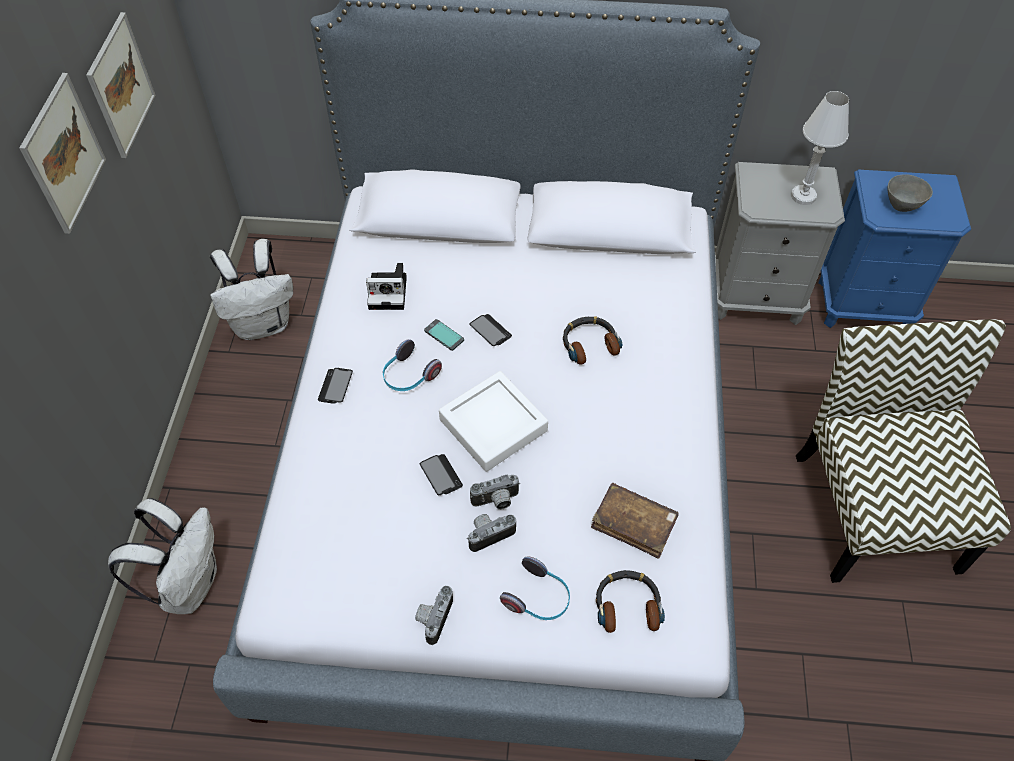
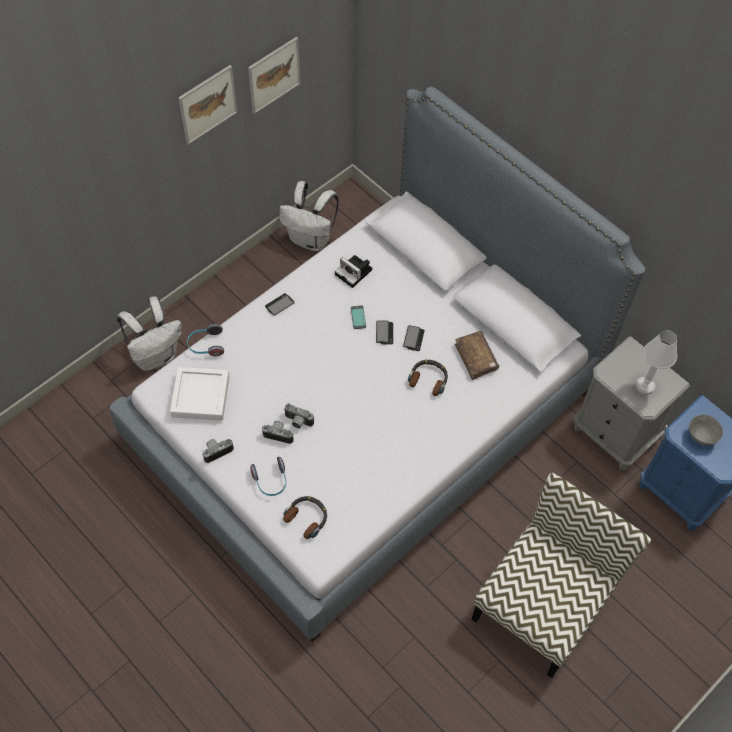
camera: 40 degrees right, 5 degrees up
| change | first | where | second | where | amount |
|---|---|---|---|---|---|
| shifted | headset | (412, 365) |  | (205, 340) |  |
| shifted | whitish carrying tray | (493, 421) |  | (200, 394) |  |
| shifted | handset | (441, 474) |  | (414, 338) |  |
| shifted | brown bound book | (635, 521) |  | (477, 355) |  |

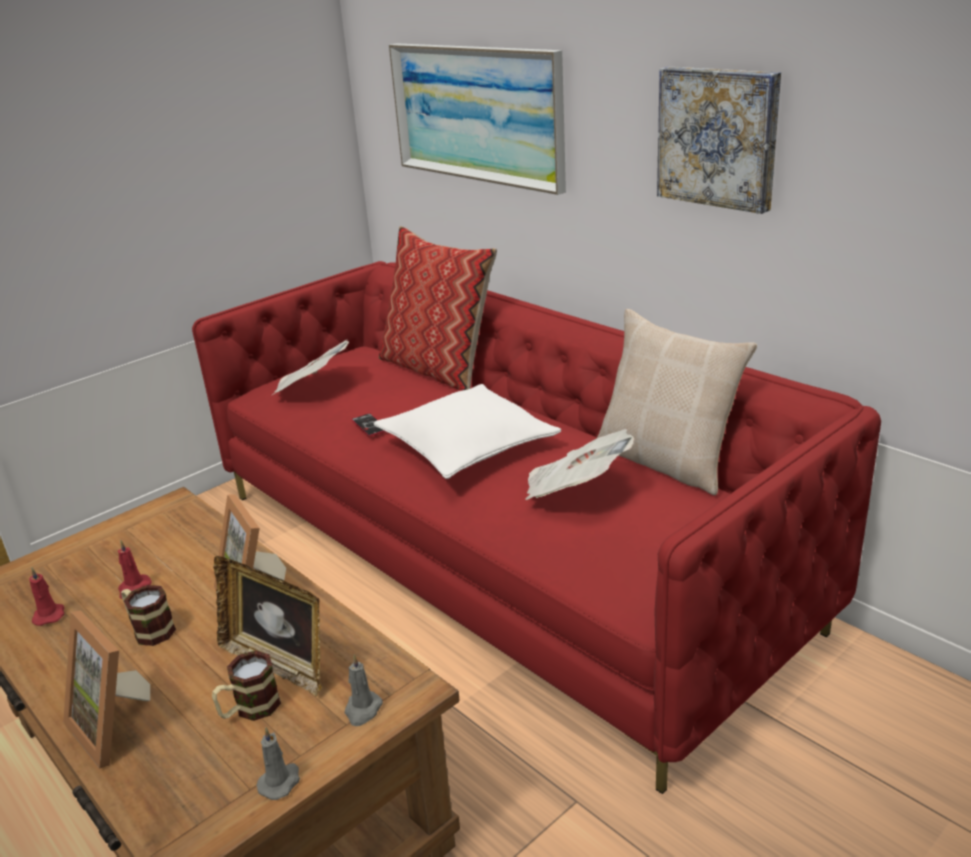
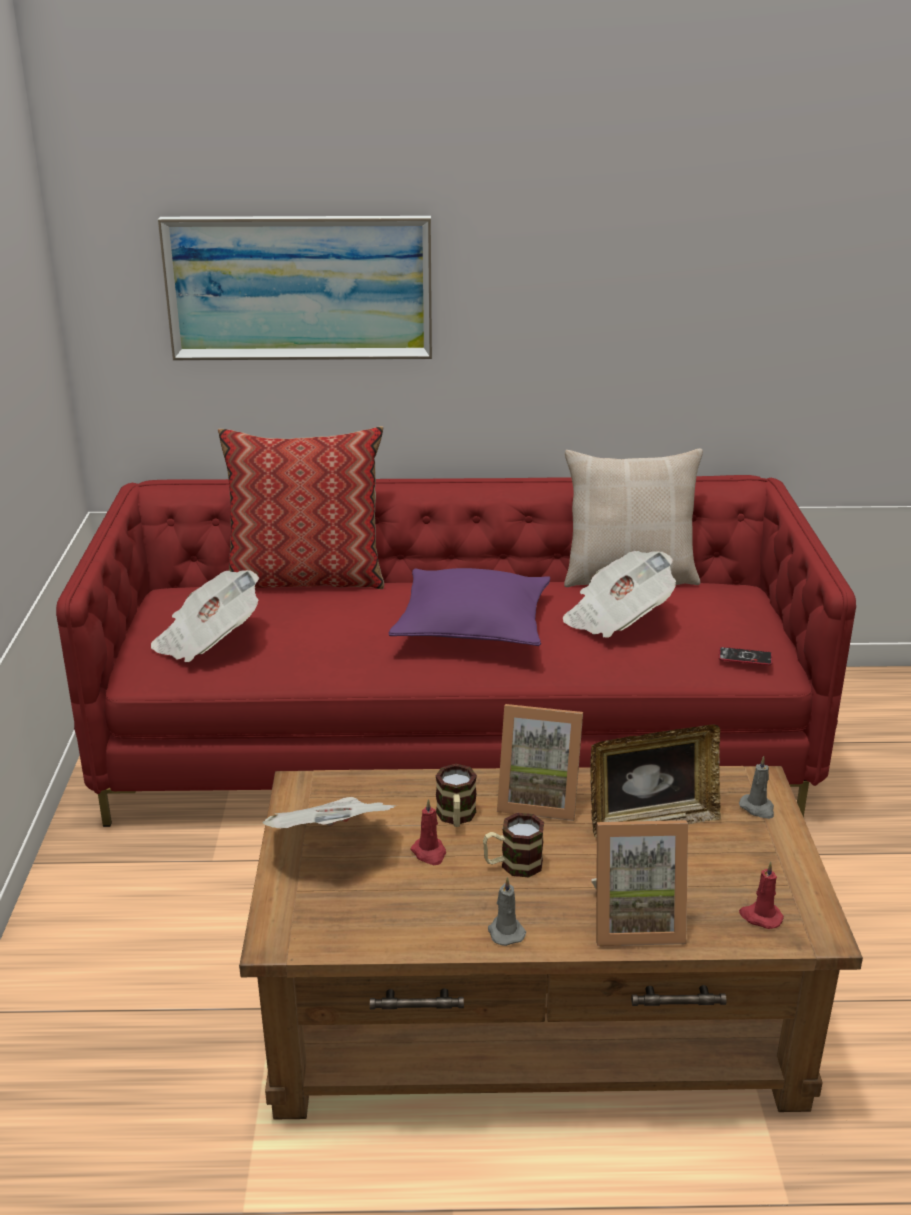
camera: 50 degrees left, 0 degrees up
| change | first | where | second | where | amount |
|---|---|---|---|---|---|
| gone | wall art | (719, 140) |  |  |  |
| repainted | whitish cushion | (467, 431) | purple-coloured cushion | (469, 607) |  |
| shifted | handset | (368, 425) |  | (745, 656) |  |
| shifted | red wax candle | (46, 597) |  | (761, 895) |  |
| shifted | tea mug | (246, 685) |  | (456, 795) |  |
| shifted | grey wax candle | (278, 763) |  | (507, 911) |  |
| new |  |  | printed paper | (329, 812) |  |

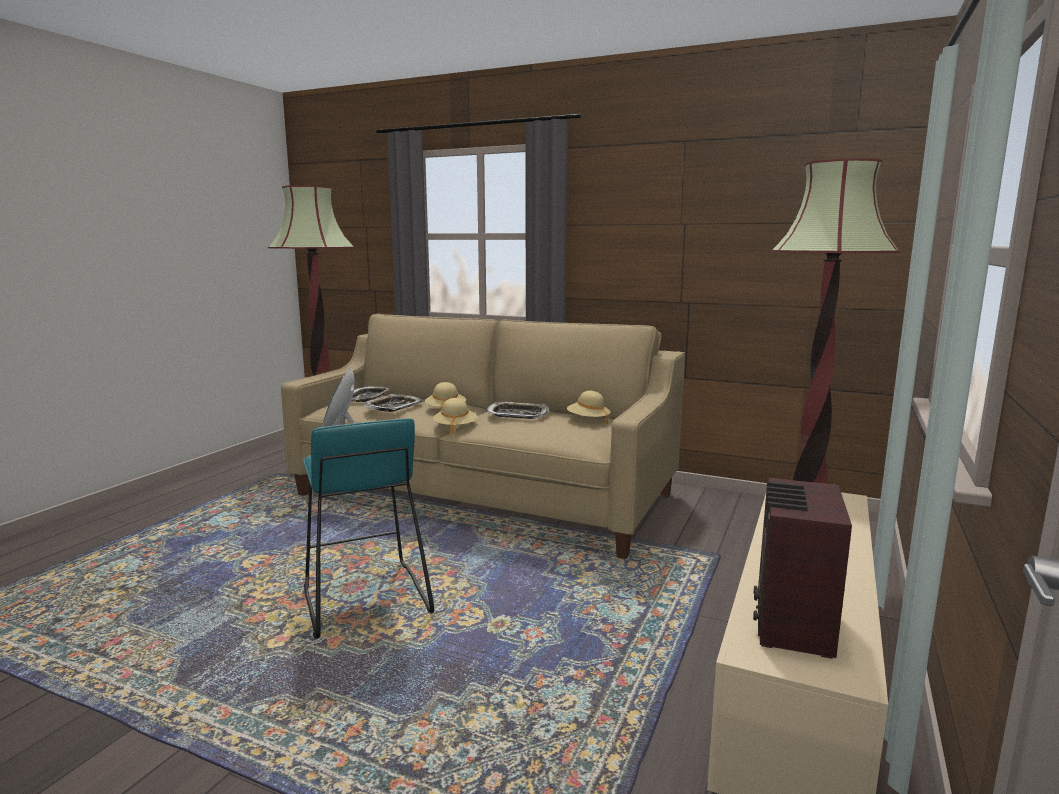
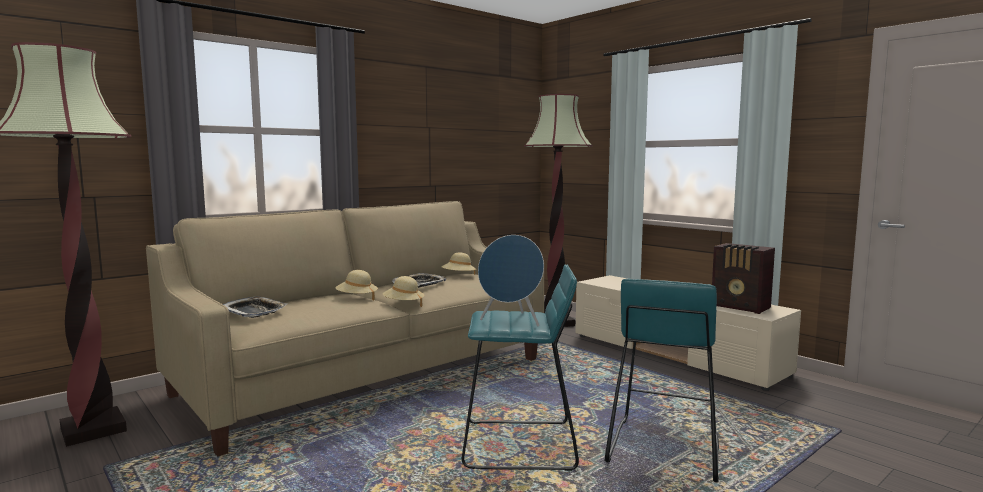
camera: 65 degrees left, 5 degrees down
| change | first | where | second | where | amount |
|---|---|---|---|---|---|
| gone | carrying tray | (393, 403) |  |  |  |
| new |  |  | turquoise sitting stool | (661, 380) |  |

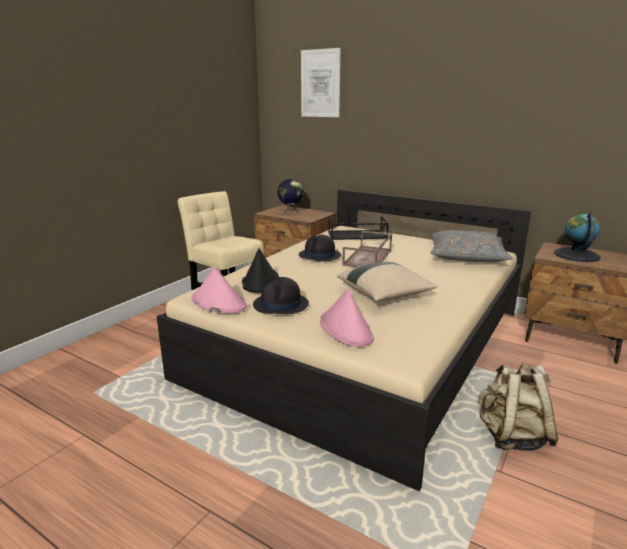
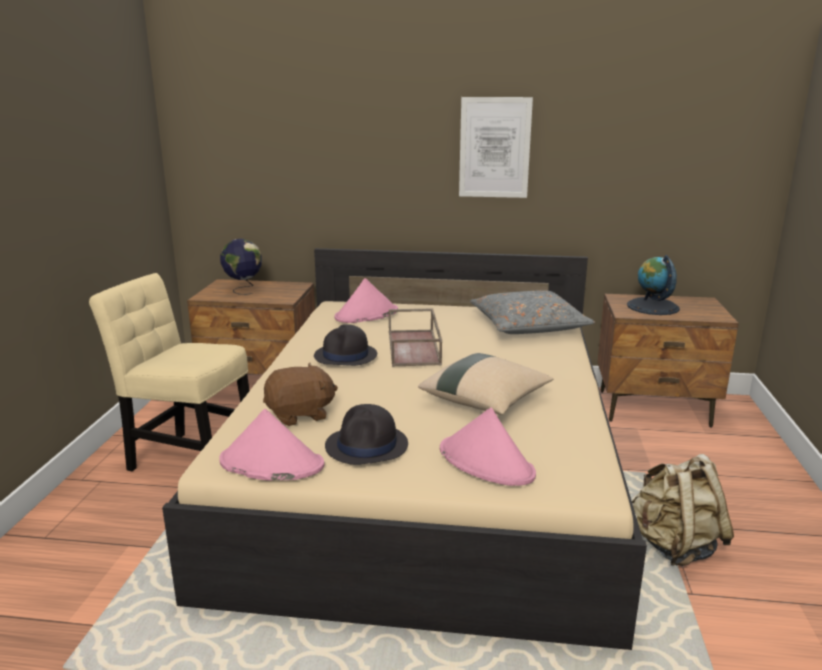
camera: 25 degrees left, 0 degrees up
| change | first | where | second | where | amount |
|---|---|---|---|---|---|
| shifted | wall art | (321, 82) |  | (496, 147) |  |
| swapped | black-coloured carrying tray | (358, 228) | pink-coloured clothing hat | (366, 300) |  |
| swapped | black-coloured clothing hat | (260, 270) | brown plush toy | (300, 394) |  |

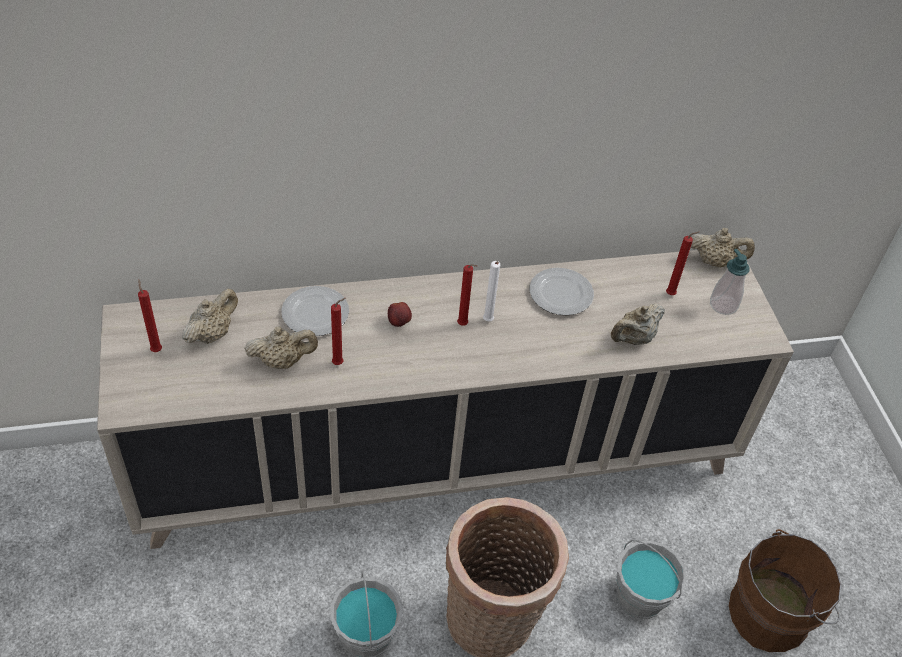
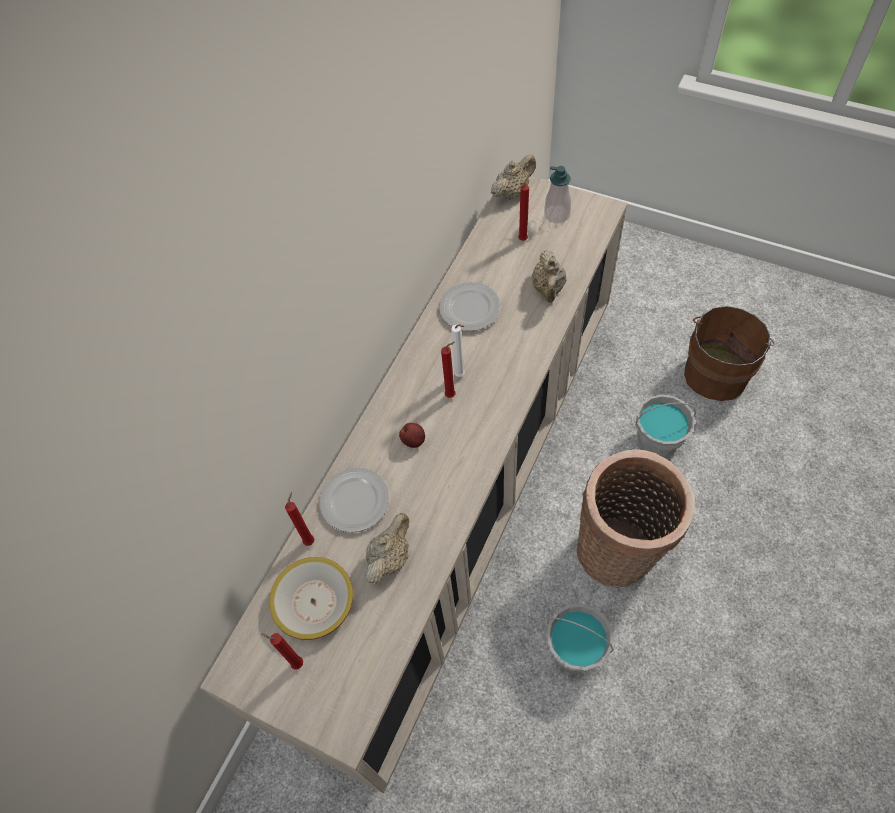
camera: 45 degrees left, 10 degrees up
| change | first | where | second | where | amount |
|---|---|---|---|---|---|
| swapped | sand-coloured teapot | (210, 316) | deep dish | (311, 598) |  |
| shifted | red wax candle | (338, 331) |  | (299, 519) |  |

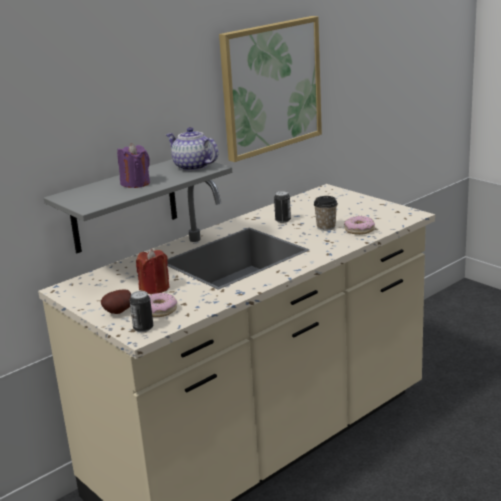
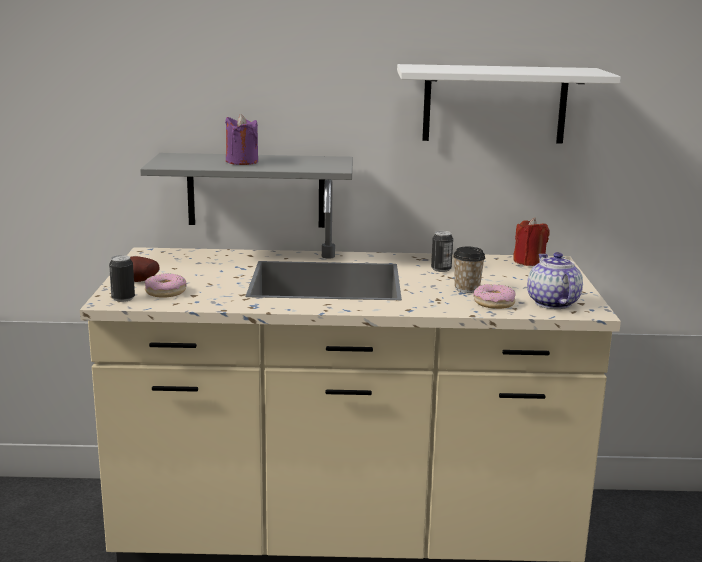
camera: 40 degrees right, 5 degrees down
| change | first | where | second | where | amount |
|---|---|---|---|---|---|
| swapped | wall art | (270, 89) | whitish shelf | (509, 104) |  |
| shifted | teapot | (192, 149) |  | (555, 280) |  |
| shifted | red wax candle | (152, 271) |  | (531, 242) |  |

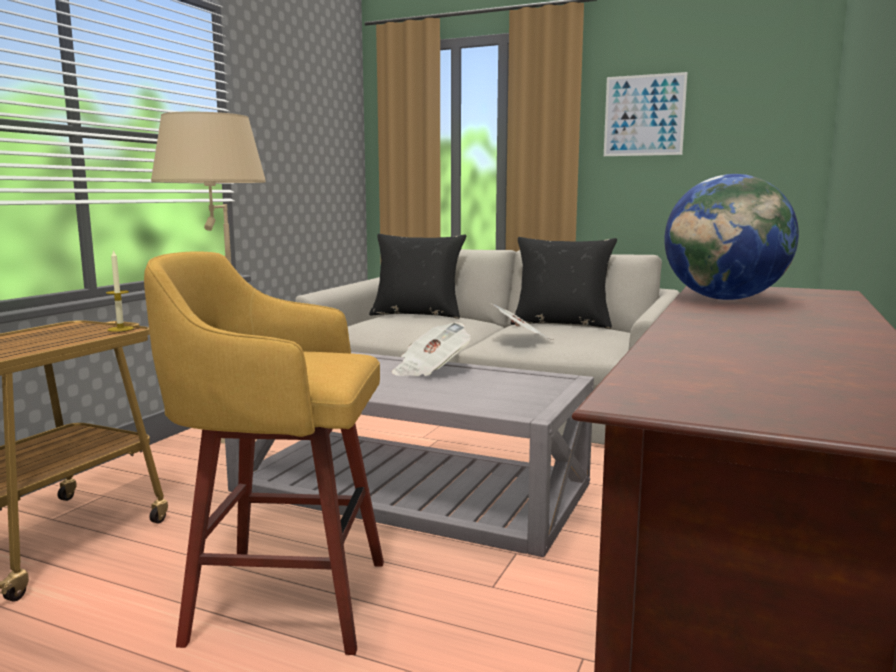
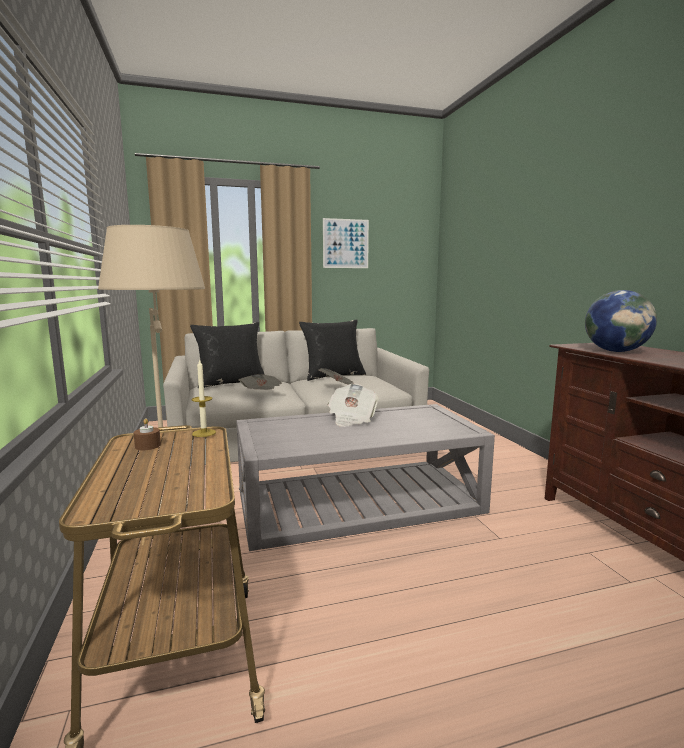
camera: 40 degrees left, 0 degrees up
| change | first | where | second | where | amount |
|---|---|---|---|---|---|
| gone | yellowish sitting stool | (264, 453) |  |  |  |
| new |  |  | printed paper | (260, 382) |  |
| new |  |  | brown wax candle | (147, 434) |  |

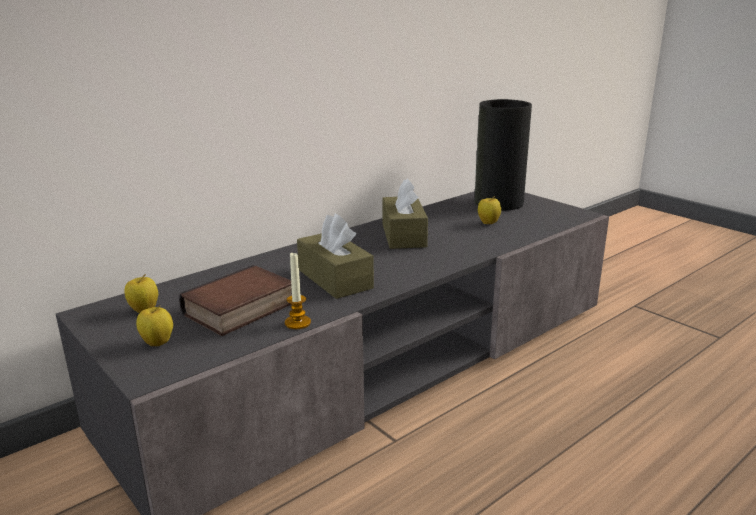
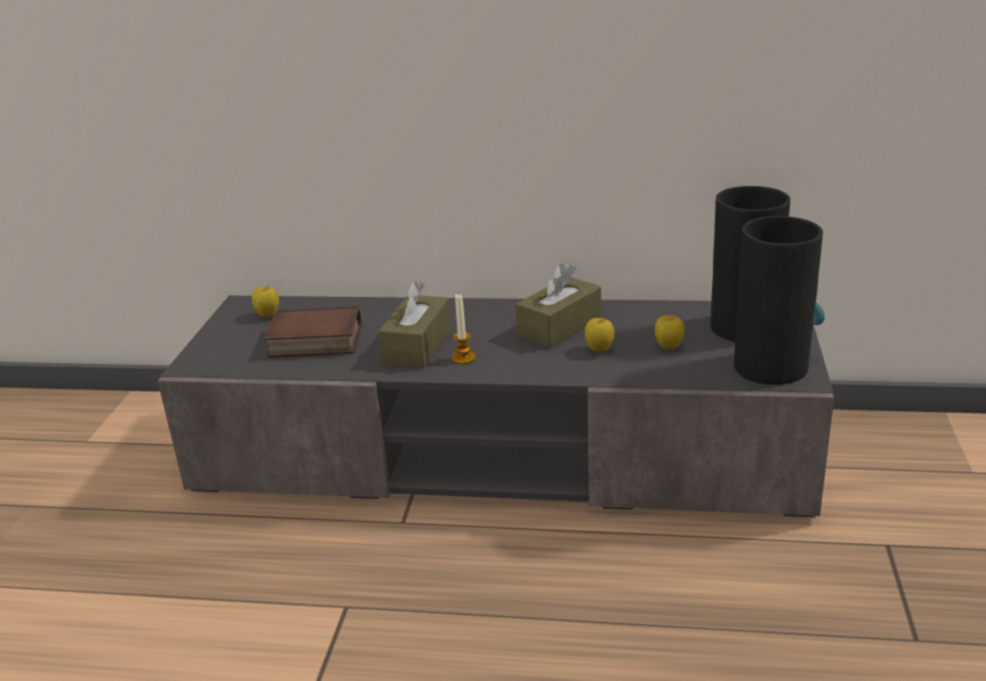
camera: 50 degrees right, 5 degrees up
| change | first | where | second | where | amount |
|---|---|---|---|---|---|
| shifted | wax candle | (298, 290) |  | (463, 328) |  |
| shifted | apple fruit | (154, 325) |  | (599, 335) |  |
| new |  |  | decorative vase | (779, 300) |  |

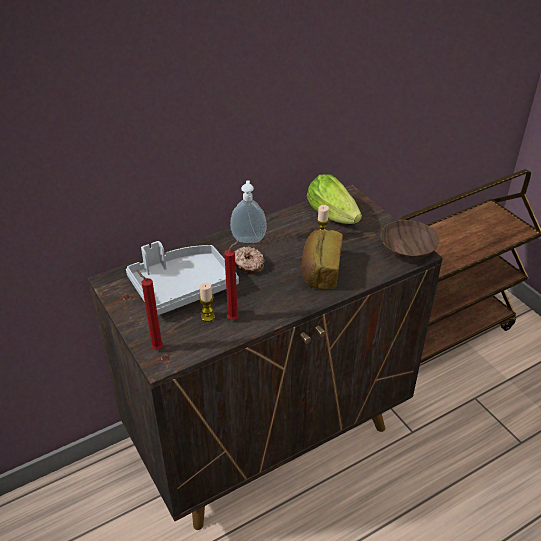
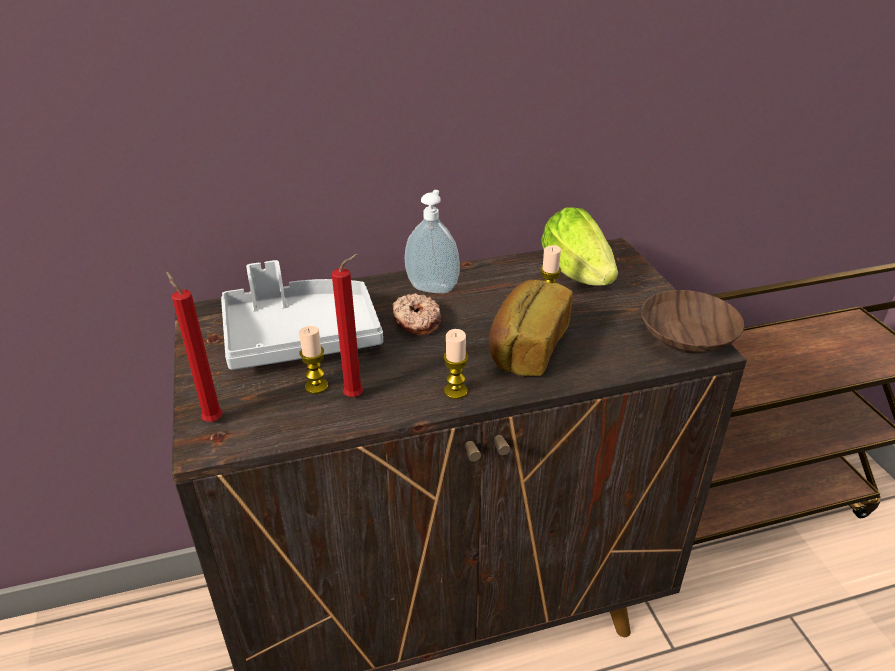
camera: 15 degrees right, 5 degrees down
| change | first | where | second | where | amount |
|---|---|---|---|---|---|
| new |  |  | wax candle | (455, 364) |  |

